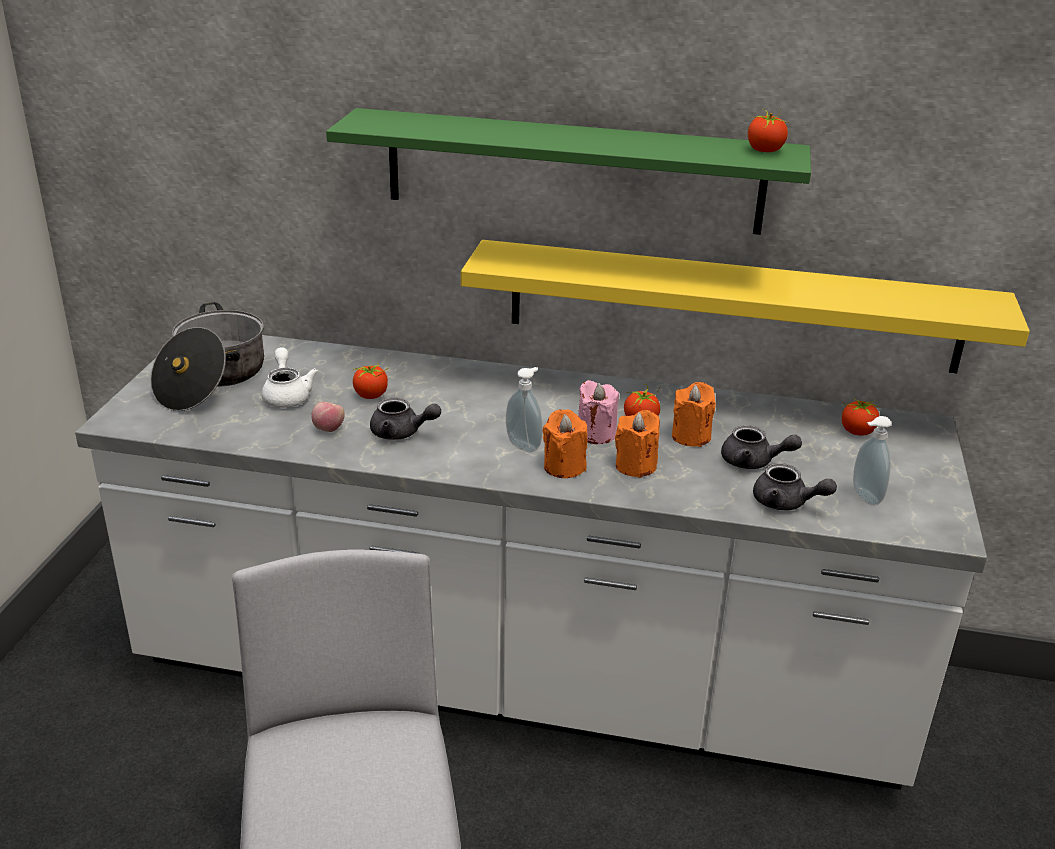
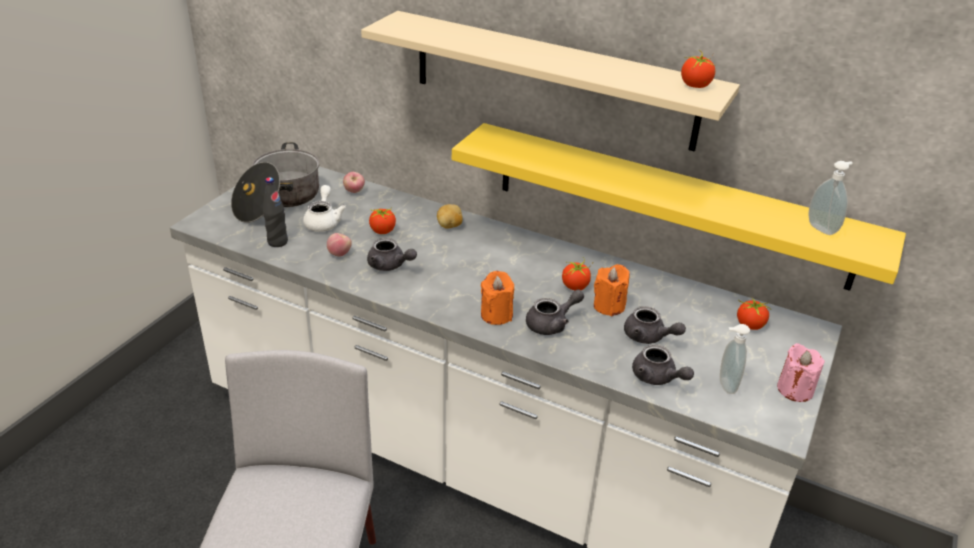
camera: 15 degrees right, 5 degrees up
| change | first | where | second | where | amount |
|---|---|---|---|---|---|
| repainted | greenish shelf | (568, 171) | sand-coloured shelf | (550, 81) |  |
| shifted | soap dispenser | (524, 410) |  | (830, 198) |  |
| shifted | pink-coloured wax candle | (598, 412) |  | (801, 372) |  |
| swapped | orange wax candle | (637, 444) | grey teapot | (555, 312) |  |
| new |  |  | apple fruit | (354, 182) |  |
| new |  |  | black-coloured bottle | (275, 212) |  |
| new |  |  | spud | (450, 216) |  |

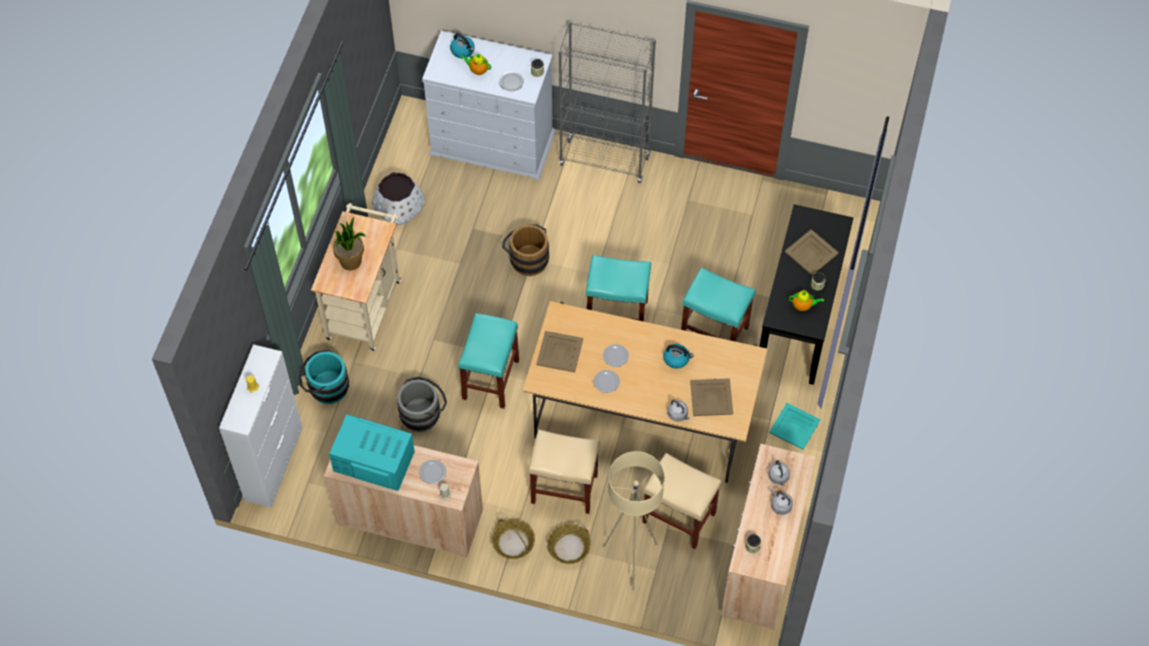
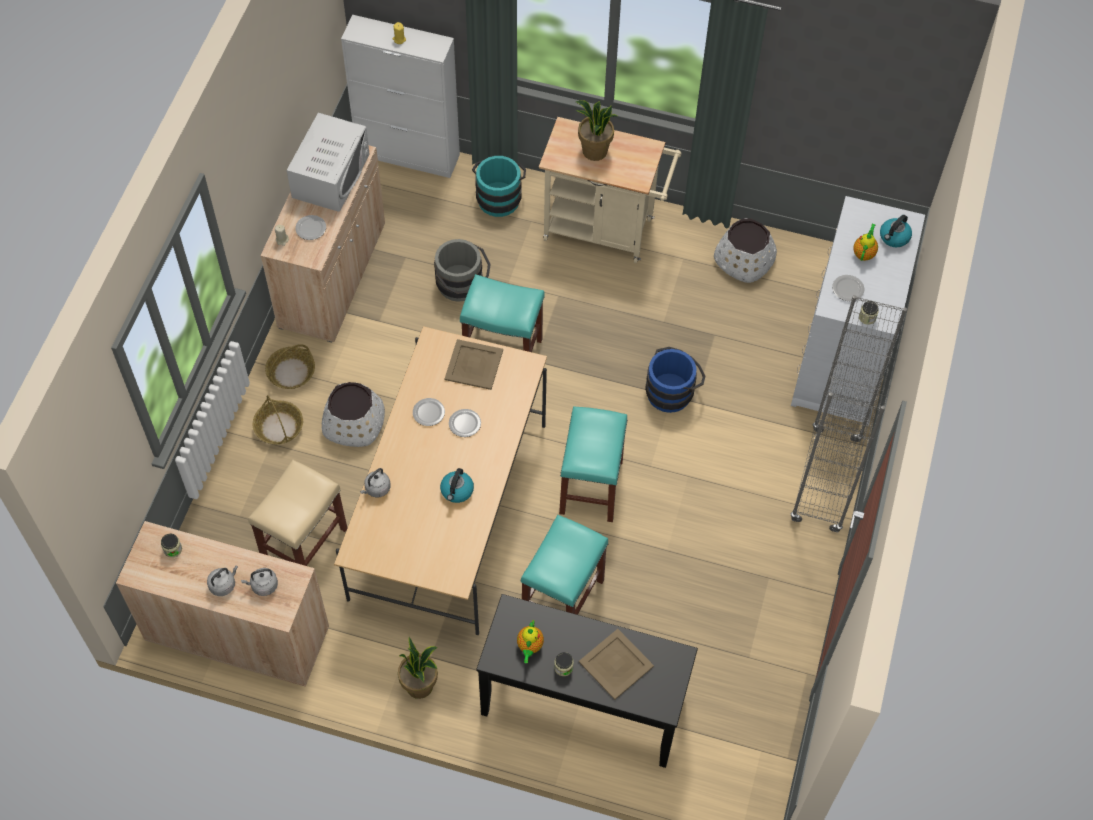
camera: 90 degrees right, 0 degrees up
| change | first | where | second | where | amount |
|---|---|---|---|---|---|
| repainted | brown bucket | (525, 250) | bluish bucket | (675, 380) |  |
| gone | sand-coloured carrying tray | (711, 397) |  |  |  |
| swapped | turquoise carrying tray | (794, 426) | plant in a pot | (418, 668) |  |
| repainted | turquoise microwave | (372, 452) | whitish microwave | (328, 162) |  |
| swapped | sand-coloured sitting stool | (564, 471) | whitish planter | (353, 414) |  |
| gone | sand-coloured standing lamp | (634, 521) |  |  |  |

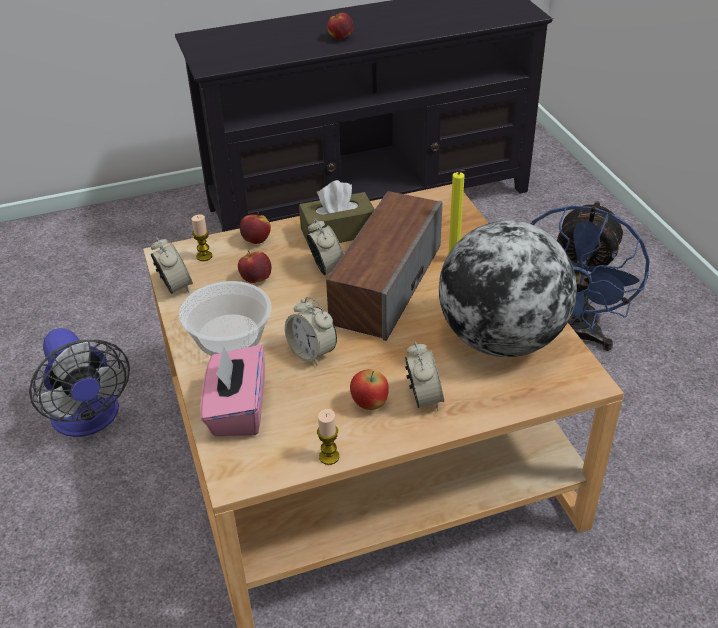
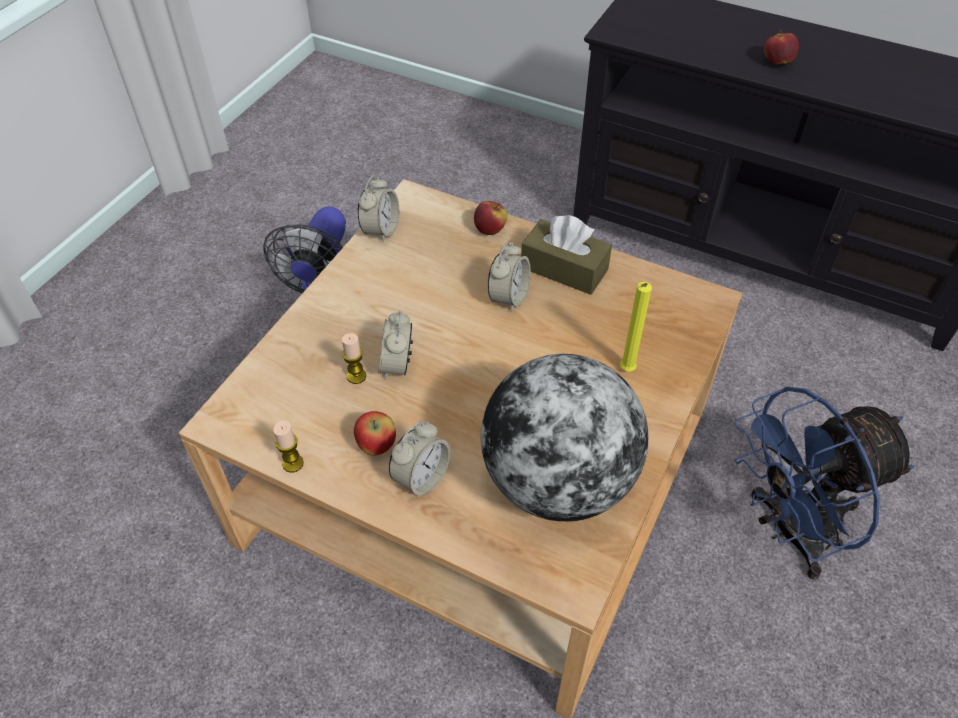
camera: 45 degrees right, 10 degrees up
| change | first | where | second | where | amount |
|---|---|---|---|---|---|
| gone | loudspeaker | (384, 266) |  |  |  |
| shifted | wax candle | (202, 237) |  | (354, 358) |  |
| gone | apple fruit | (254, 266) |  |  |  |
| gone | deep dish | (225, 318) |  |  |  |
| gone | pink-coloured tissue box | (232, 390) |  |  |  |

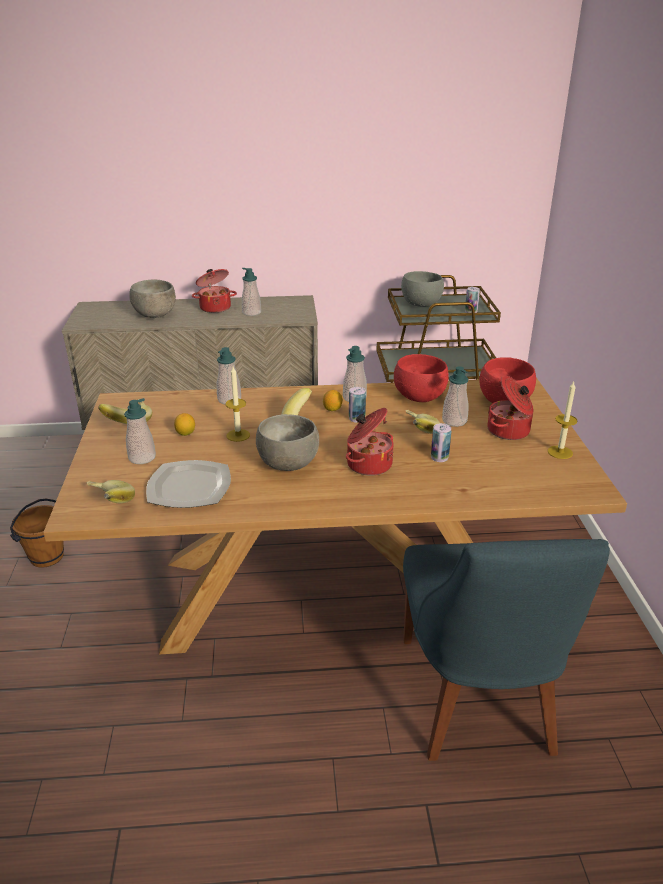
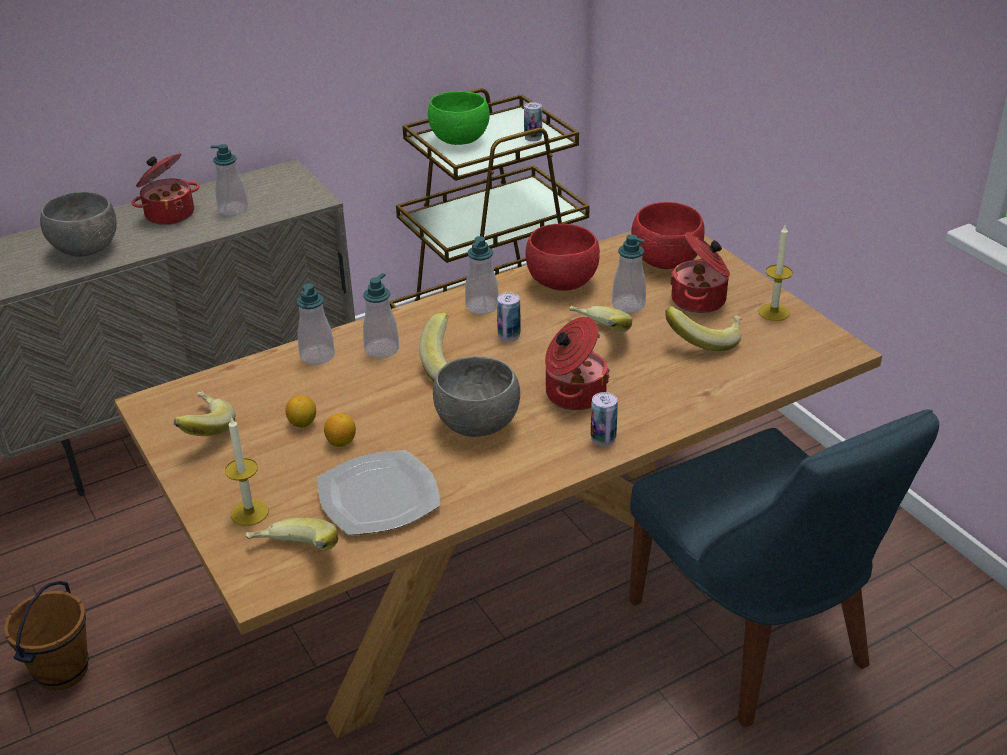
camera: 25 degrees left, 5 degrees up
| change | first | where | second | where | amount |
|---|---|---|---|---|---|
| repainted | grey deep dish | (422, 289) | greenish deep dish | (459, 118) |  |
| shifted | wax candle | (238, 404) |  | (247, 471) |  |
| shifted | whole lemon | (333, 400) |  | (340, 430) |  |
| shifted | soap dispenser | (140, 431) |  | (381, 315) |  |
| shifted | metal can | (441, 442) |  | (604, 419) |  |
| new |  |  | whole banana | (703, 328) |  |

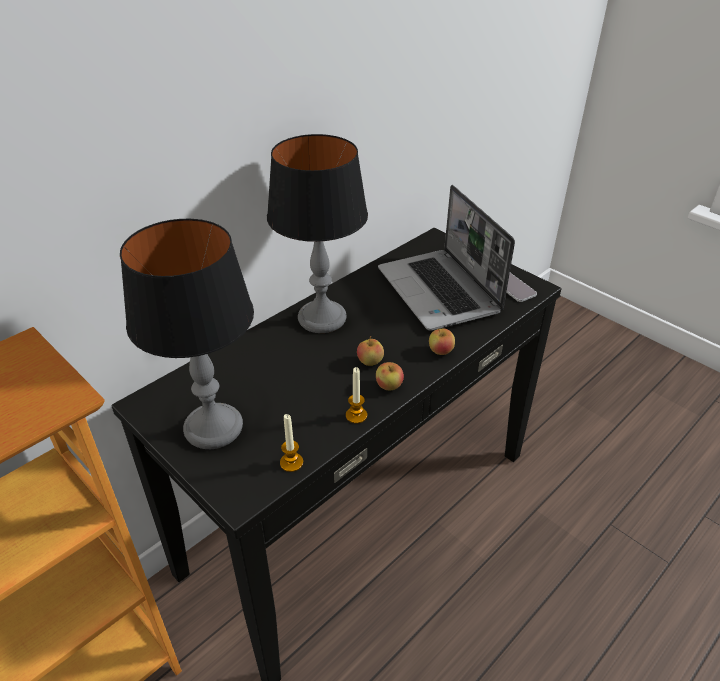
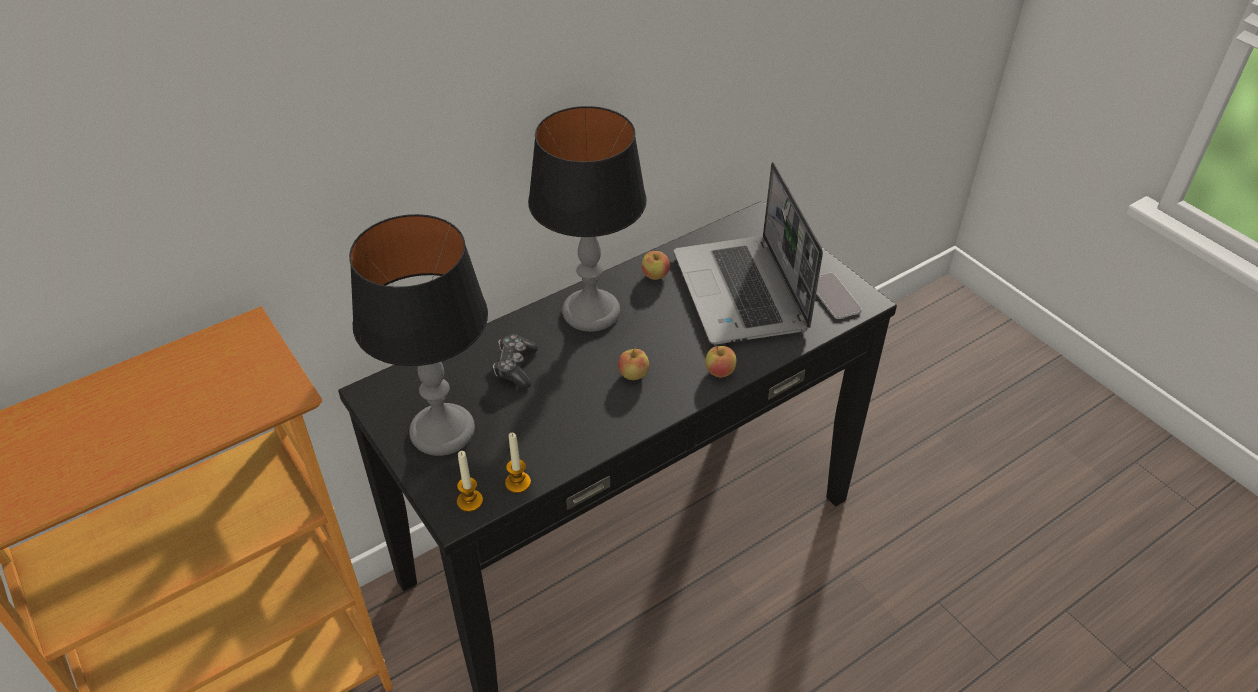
camera: 10 degrees right, 5 degrees up
| change | first | where | second | where | amount |
|---|---|---|---|---|---|
| shifted | apple fruit | (390, 376) |  | (656, 265) |  |
| shifted | wax candle | (356, 395) |  | (470, 481) |  |
| new |  |  | joypad | (515, 361) |  |

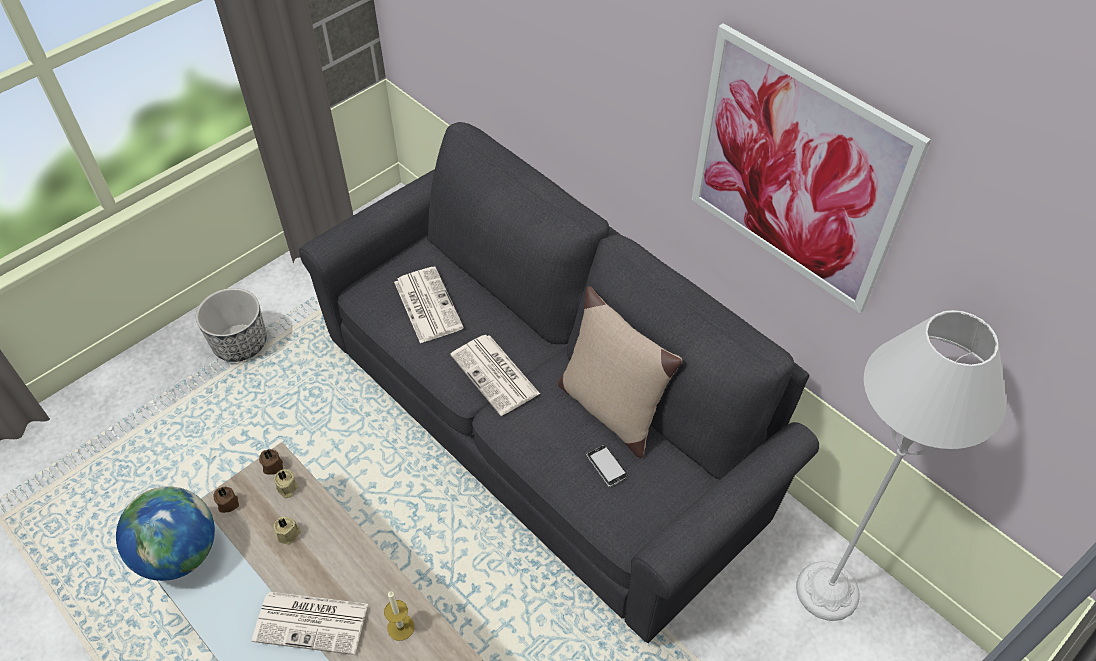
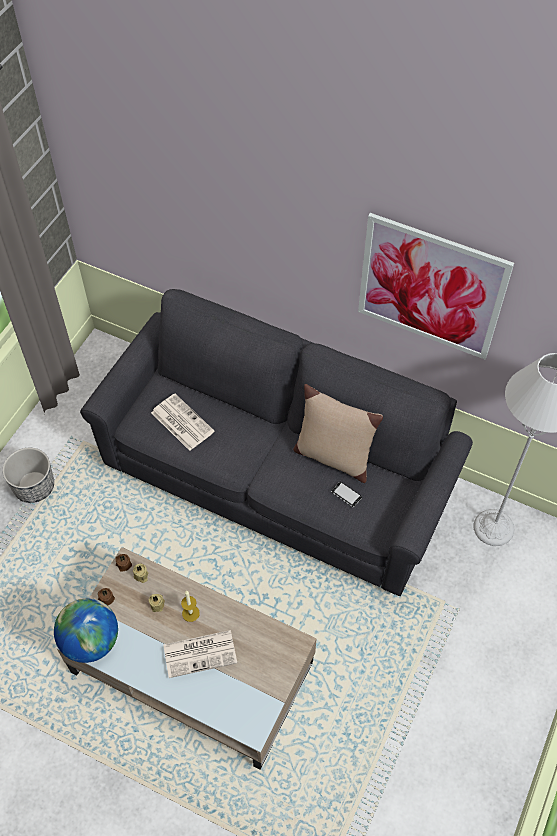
camera: 20 degrees left, 5 degrees up
| change | first | where | second | where | amount |
|---|---|---|---|---|---|
| gone | printed paper | (495, 375) |  |  |  |
| shifted | wax candle | (399, 616) |  | (190, 606) |  |

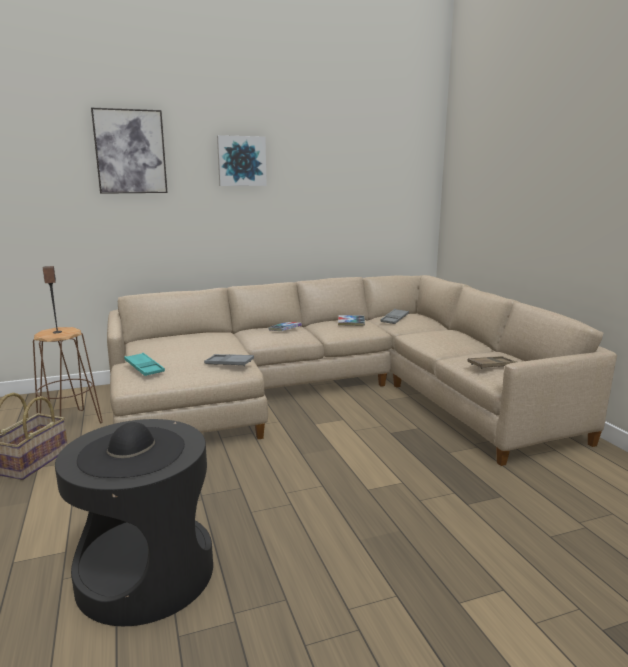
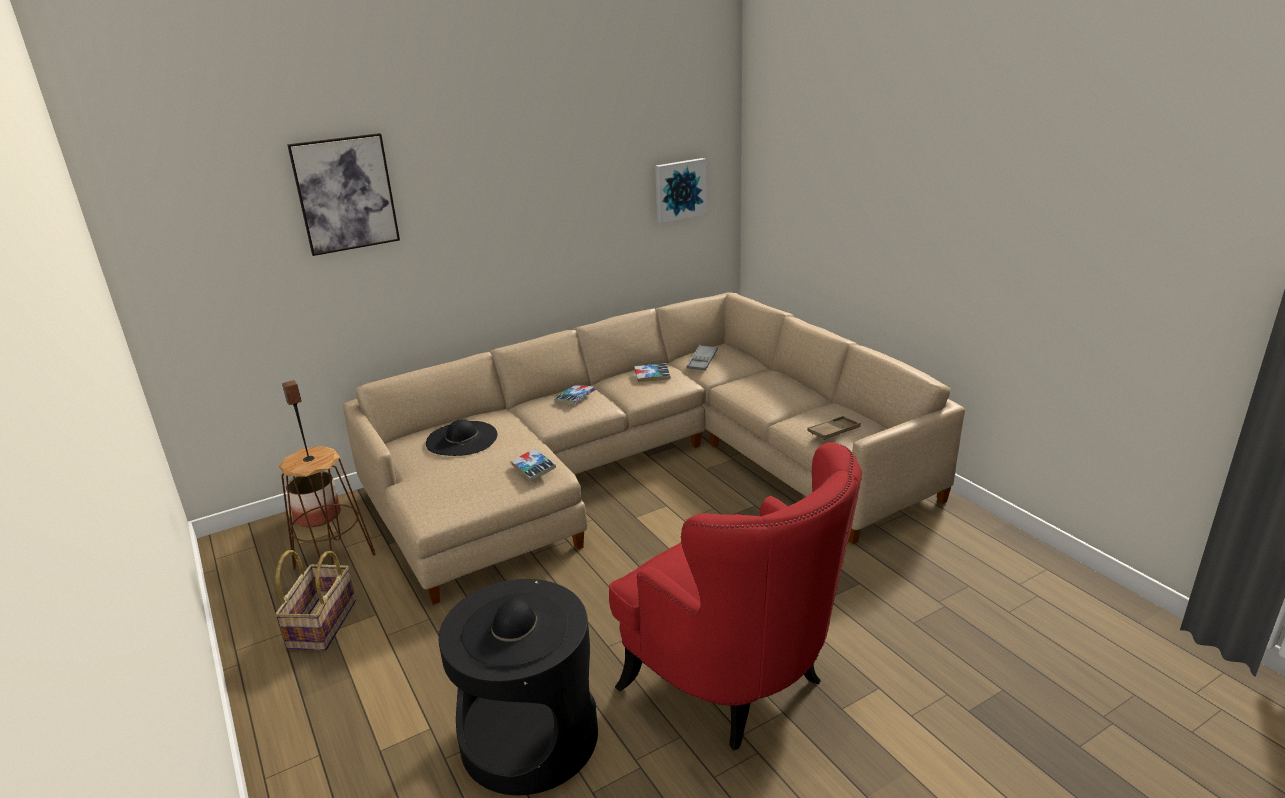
camera: 10 degrees left, 10 degrees up
| change | first | where | second | where | amount |
|---|---|---|---|---|---|
| shifted | wall art | (242, 160) |  | (681, 190) |  |
| gone | turquoise carrying tray | (144, 364) |  |  |  |
| swapped | grey carrying tray | (229, 360) | bound book | (533, 465) |  |
| new |  |  | black-coloured clothing hat | (461, 437) |  |
| new |  |  | red lounge chair | (735, 596) |  |
| new |  |  | planter | (313, 499) |  |

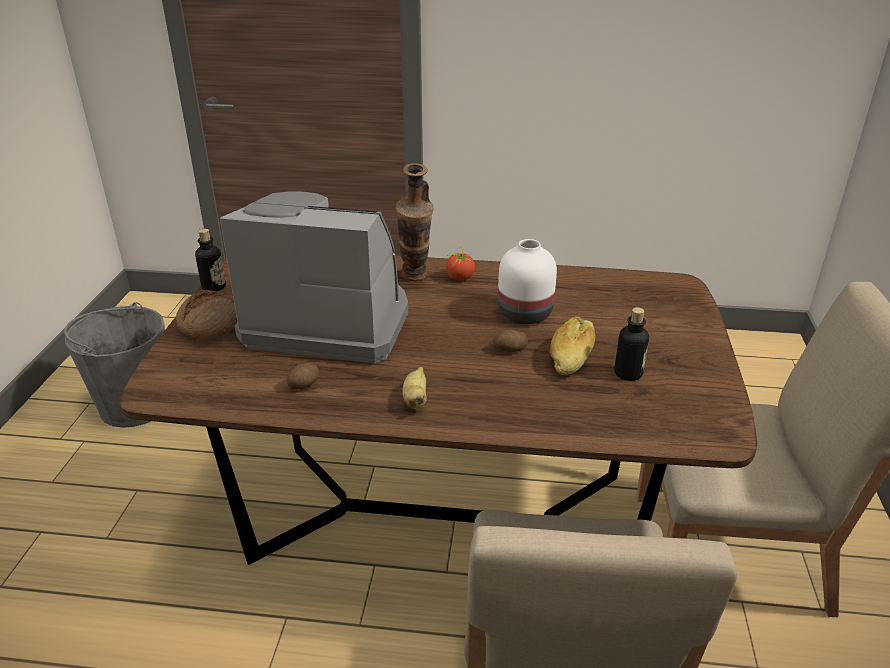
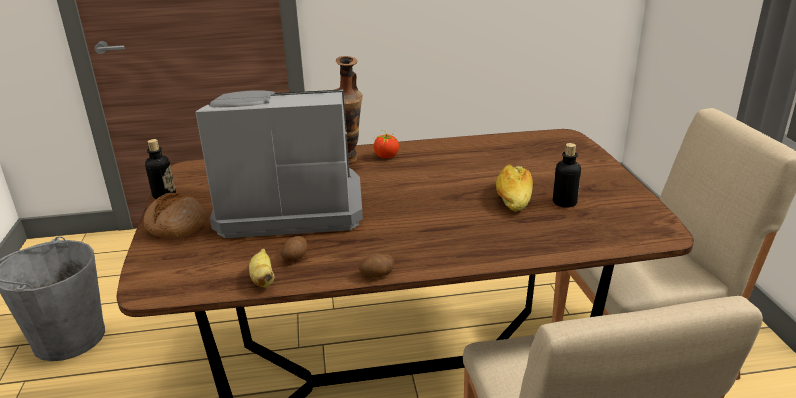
camera: 15 degrees left, 5 degrees down
| change | first | where | second | where | amount |
|---|---|---|---|---|---|
| gone | whitish decorative vase | (527, 281) |  |  |  |
| shifted | spud | (510, 341) |  | (376, 265) |  |
| shifted | whole banana | (414, 388) |  | (262, 267) |  |

